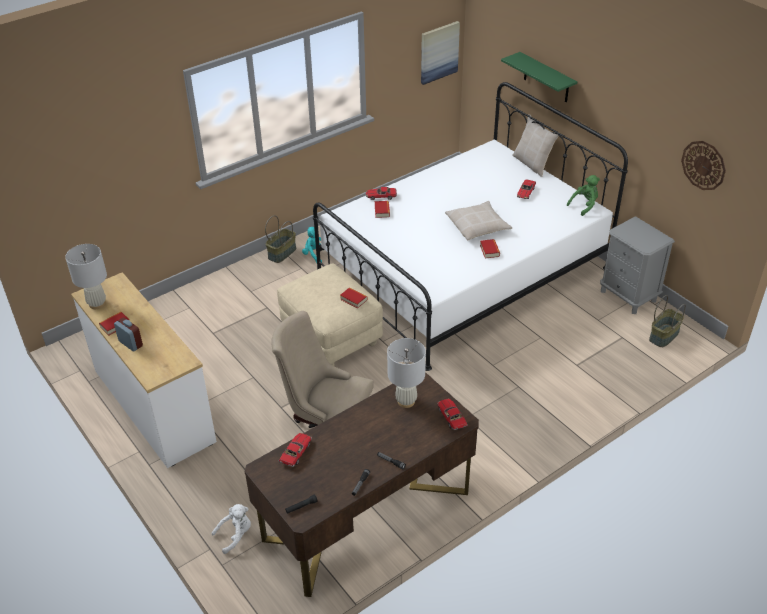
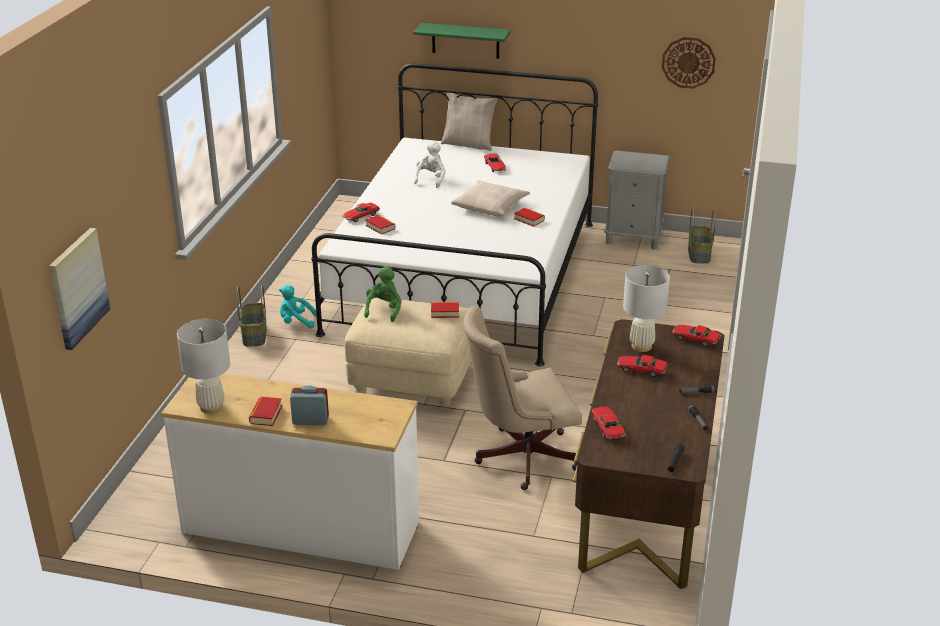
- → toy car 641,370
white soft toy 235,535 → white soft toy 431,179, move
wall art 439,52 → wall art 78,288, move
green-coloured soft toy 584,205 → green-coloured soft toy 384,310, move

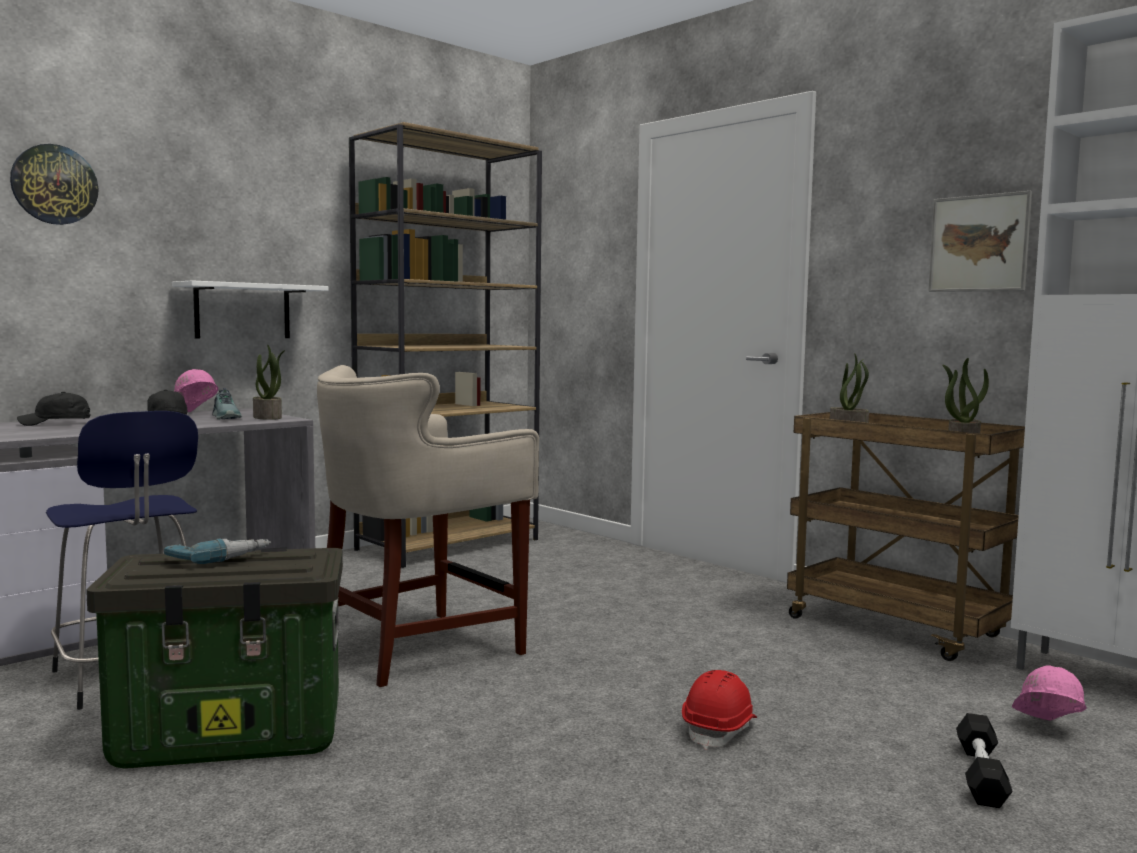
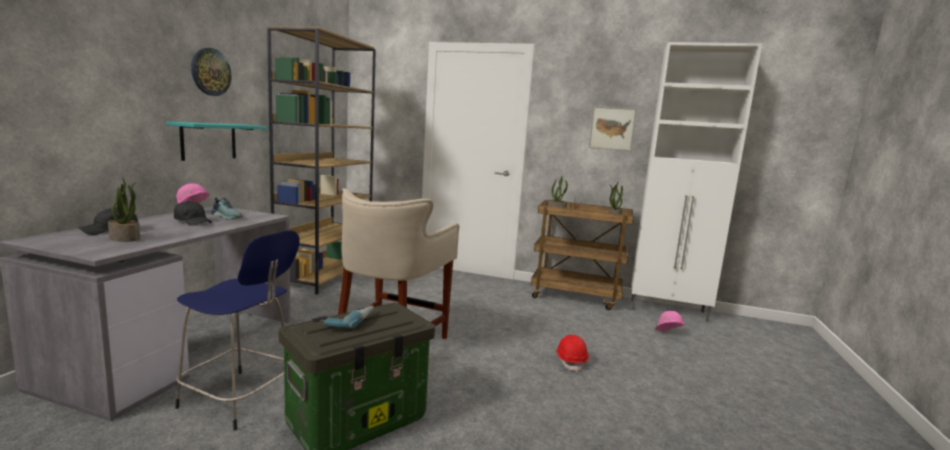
black dumbbell 981,775 → -
hanging clock 54,184 → hanging clock 210,72, move
plant in a pot 268,417 → plant in a pot 125,238, move
white bracket shelf 242,311 → turquoise-coloured bracket shelf 209,141

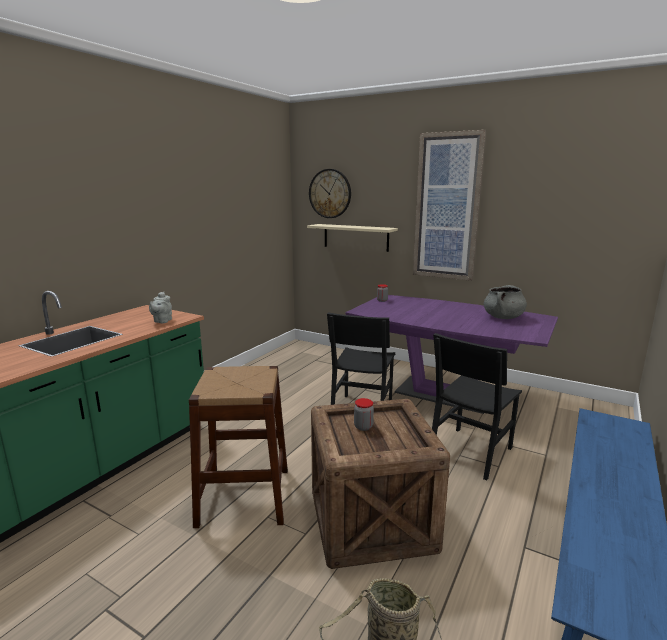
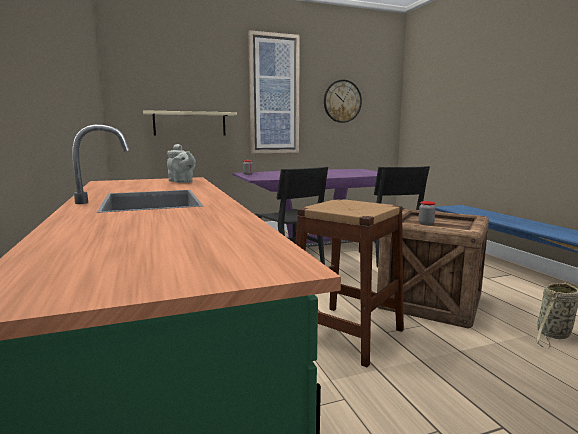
greyish stockpot 503,317 → -
hanging clock 330,193 → hanging clock 342,101, move

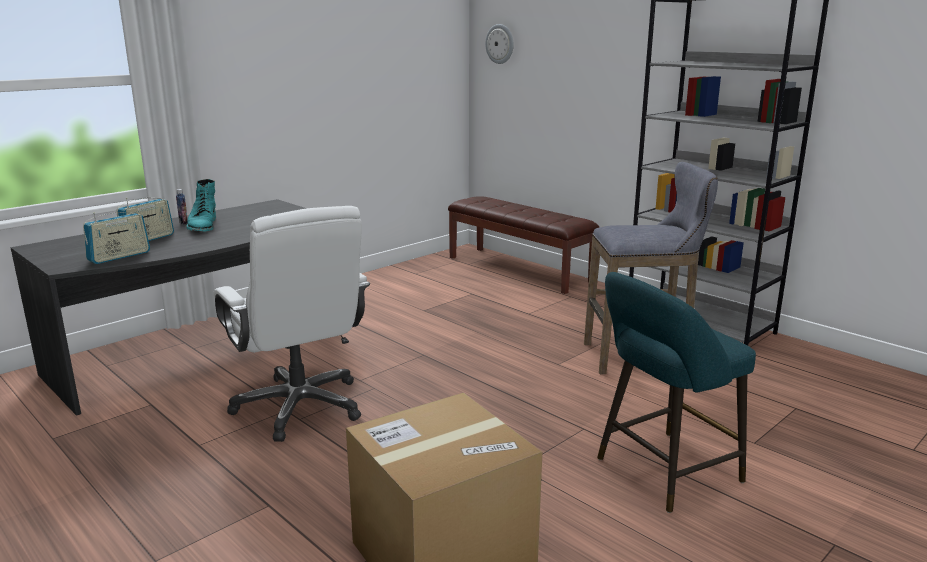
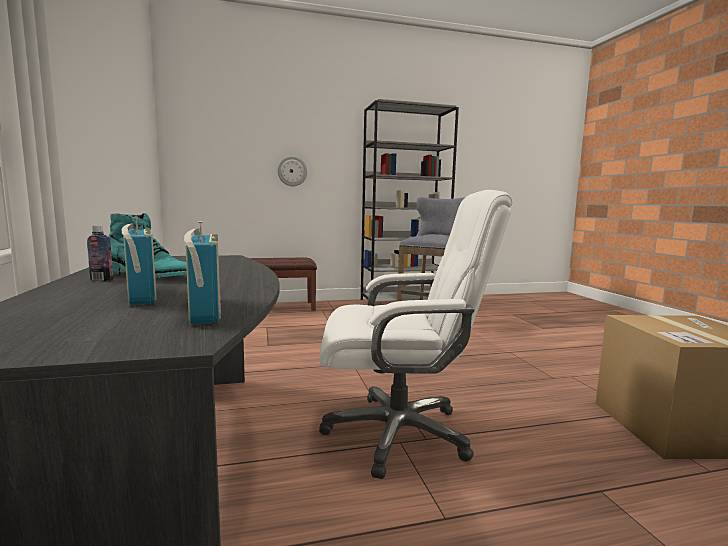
turquoise-coloured stool 662,473 → -
hanging clock 500,44 → hanging clock 292,171, move

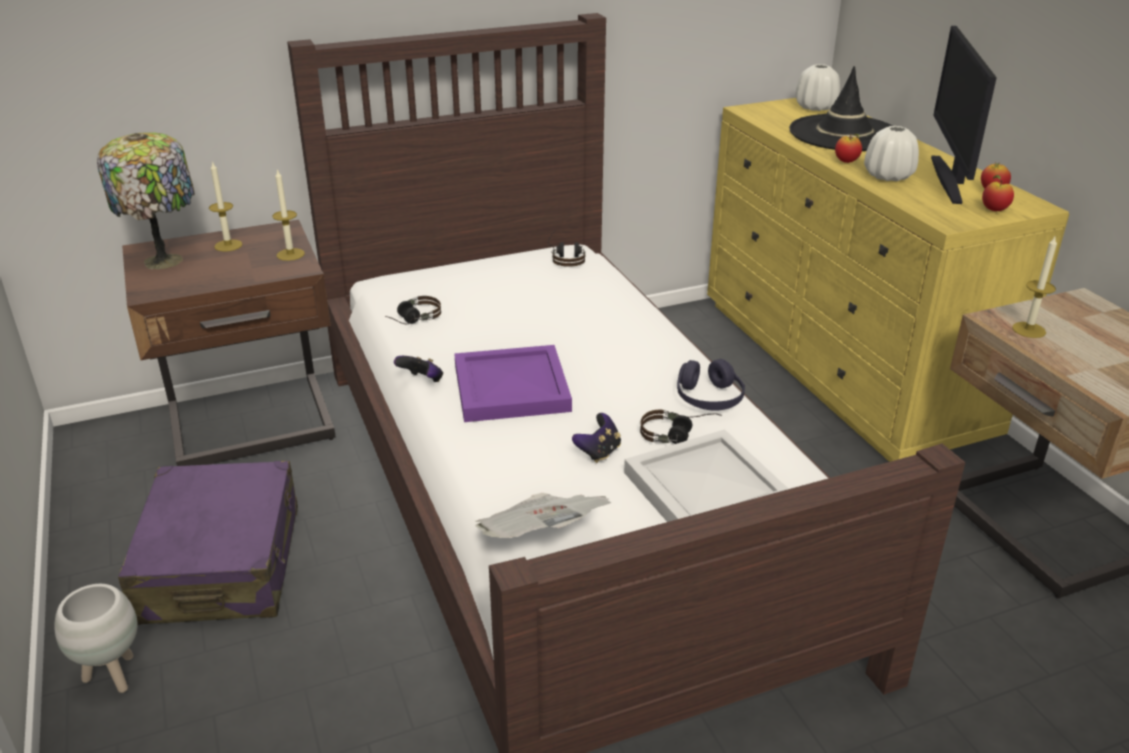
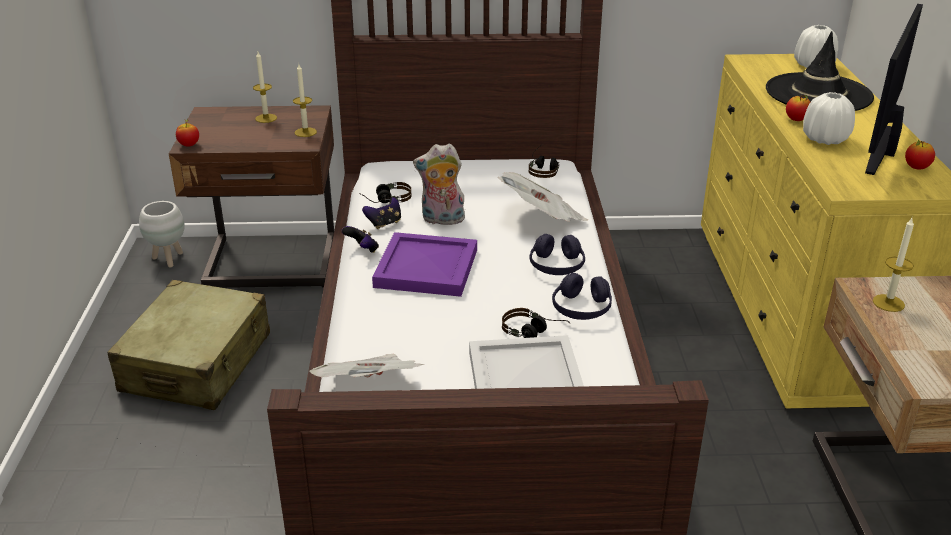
lamp for a table 166,259 → -
- → soft toy 442,220
- → daily paper 542,219
- → purple pair of headphones 556,266
white flower pot 113,675 → white flower pot 168,259, move
game controller 598,452 → game controller 384,224, move
apple fruit 994,210 → apple fruit 189,145, move
purple travel case 222,564 → beige travel case 197,363

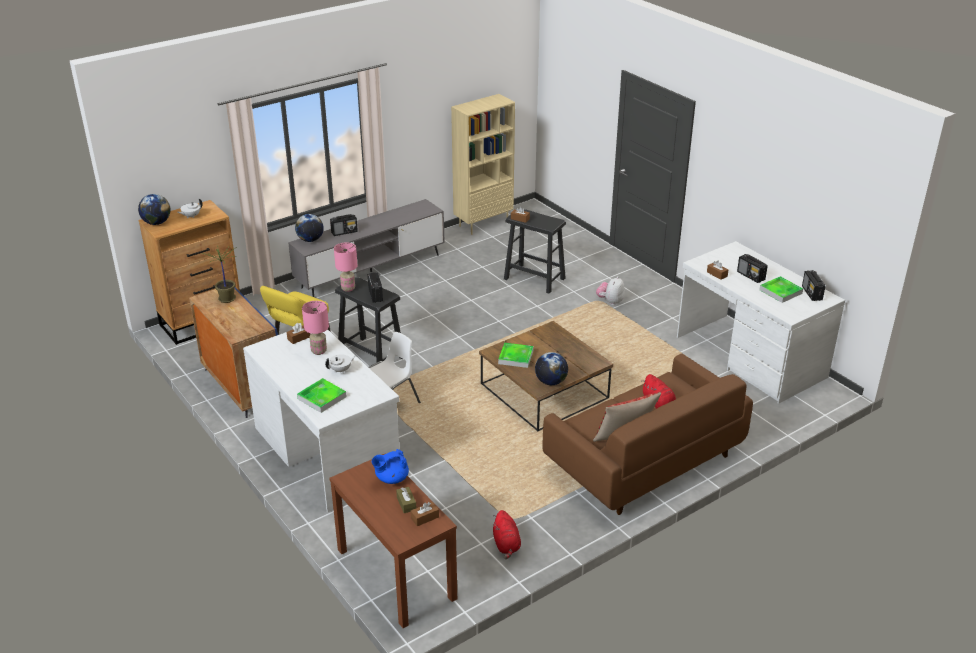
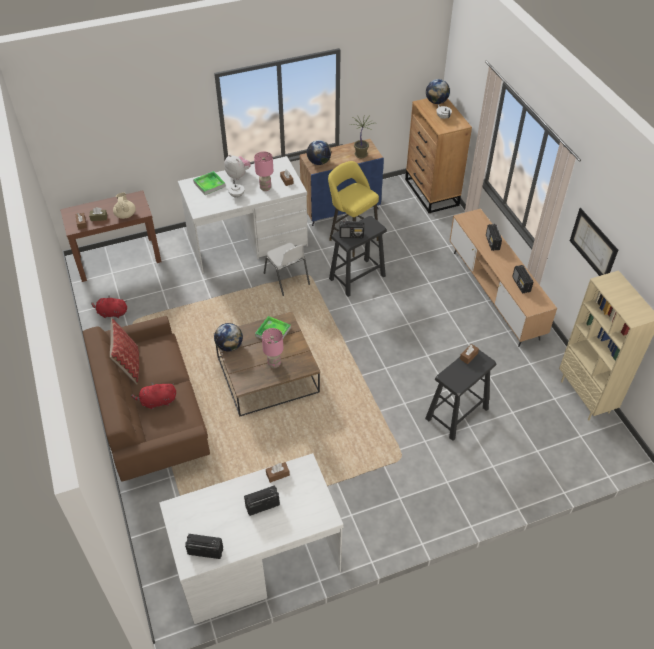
serving tray 780,291 → -
- → radio 521,284
- → wall art 593,245
desk globe 310,240 → desk globe 319,162, move
pink lamp for a table 348,288 → pink lamp for a table 274,364, move
soft toy 610,301 → soft toy 238,175, move
greyish tv stand 371,271 → brownish tv stand 494,294
bluish teapot 391,478 → beige teapot 125,214

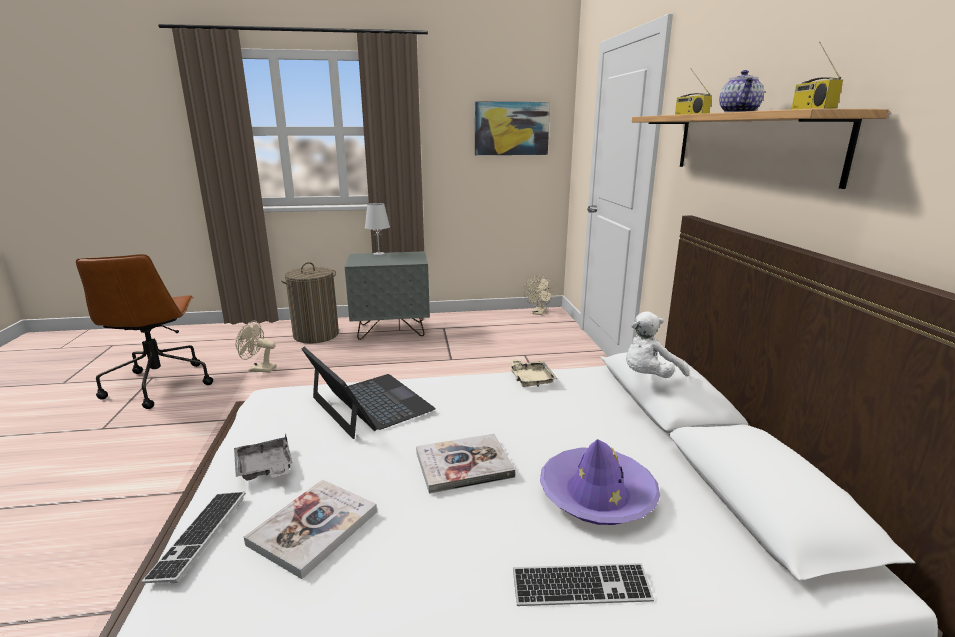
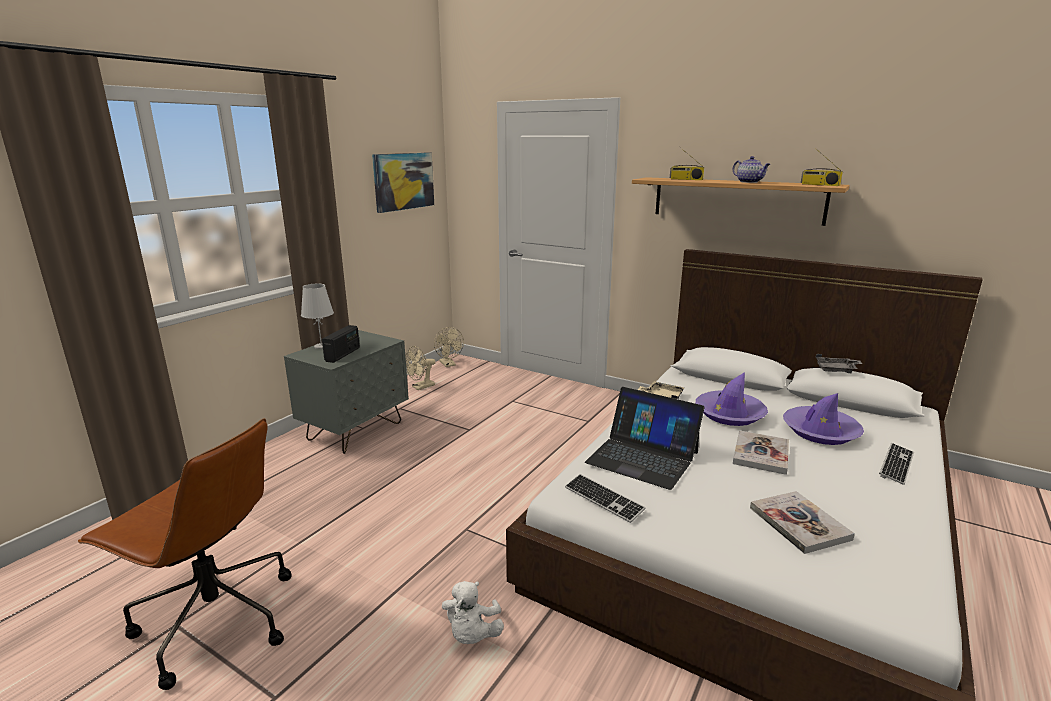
hamper 316,335 → -
- → radio 343,354
- → purple wearable hat 729,414
keyboard 199,536 → keyboard 603,499, move
greyish serving tray 265,468 → greyish serving tray 836,370, move
beige fan 258,369 → beige fan 420,387, move
white soft toy 649,377 → white soft toy 472,634, move
notebook computer 370,404 → notebook computer 642,457, 150 degrees counterclockwise

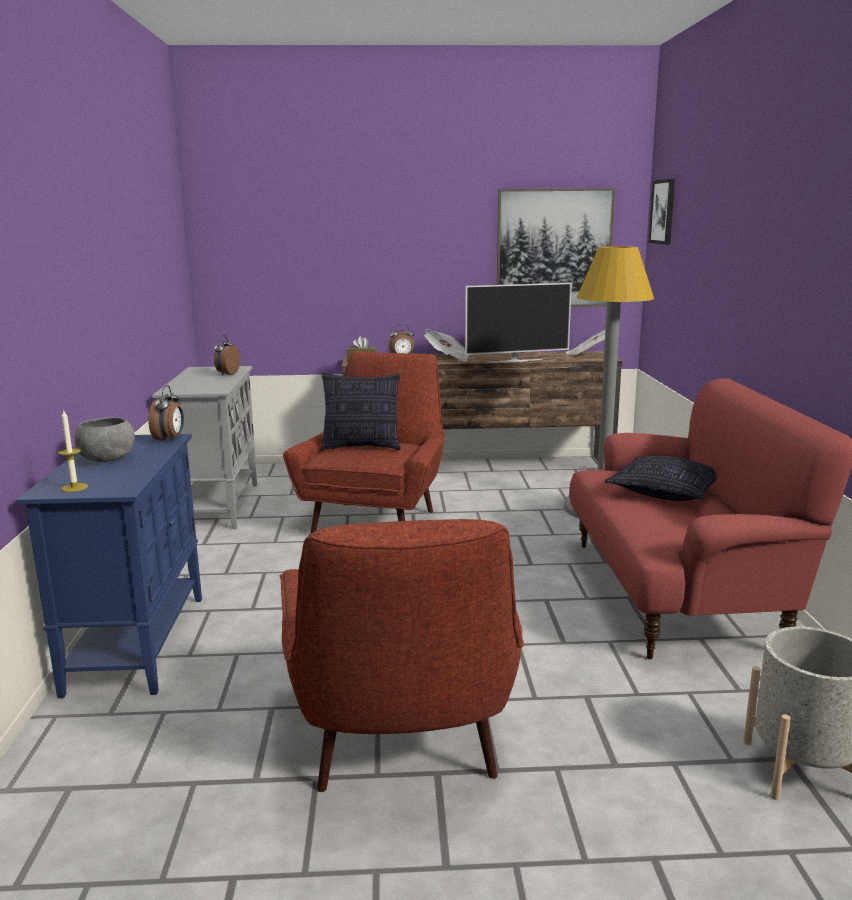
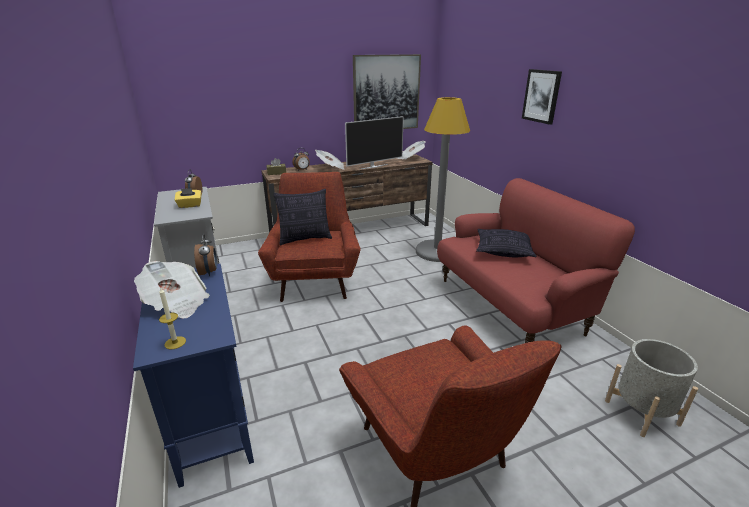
- → yellowish tissue holder 190,205
wall art 663,212 → wall art 541,96, move
greyish bowl 107,459 → daily paper 176,303

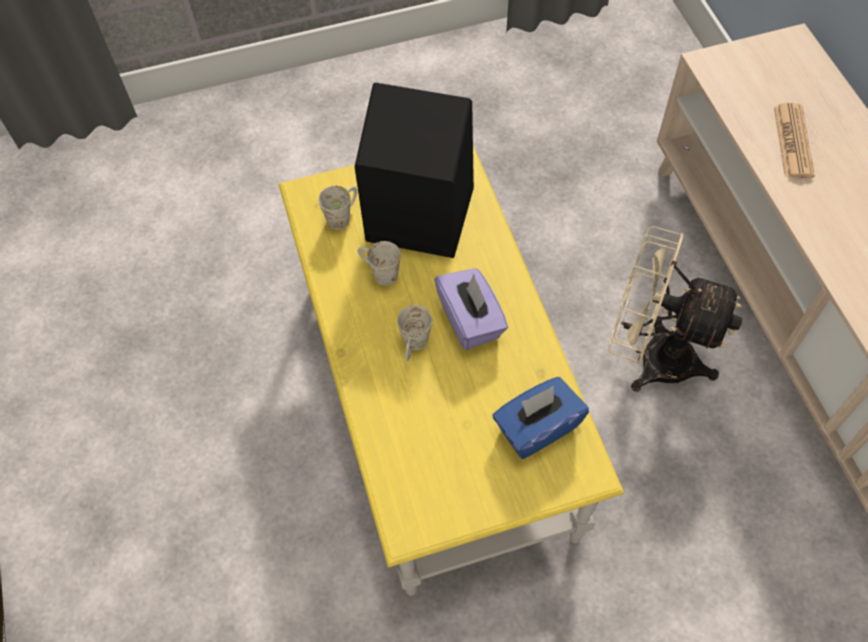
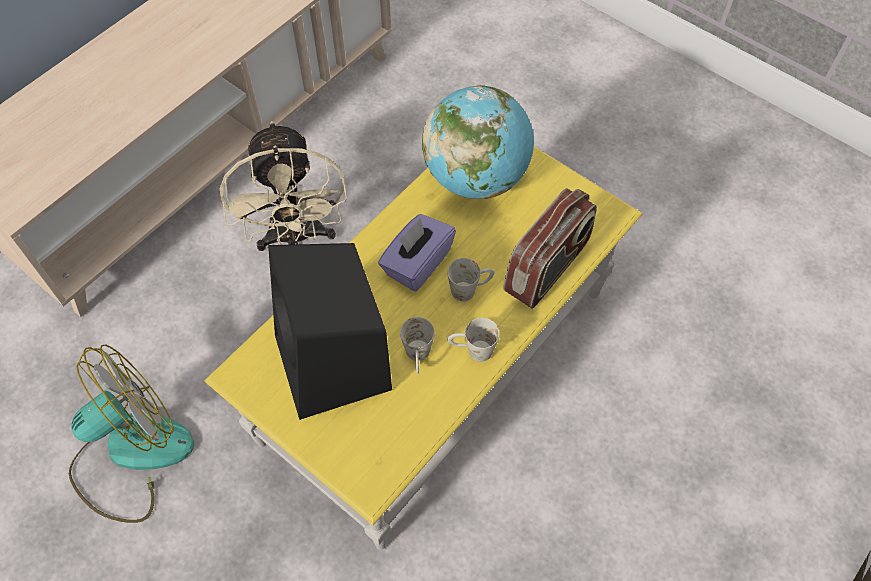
daily paper 793,141 → -
- → fan 131,454
- → radio 547,268
white tea mug 343,215 → white tea mug 472,350, move
bluish tissue holder 537,427 → desk globe 476,177

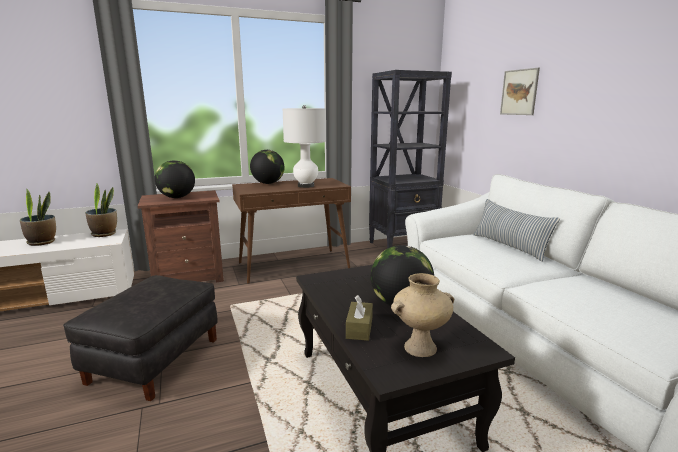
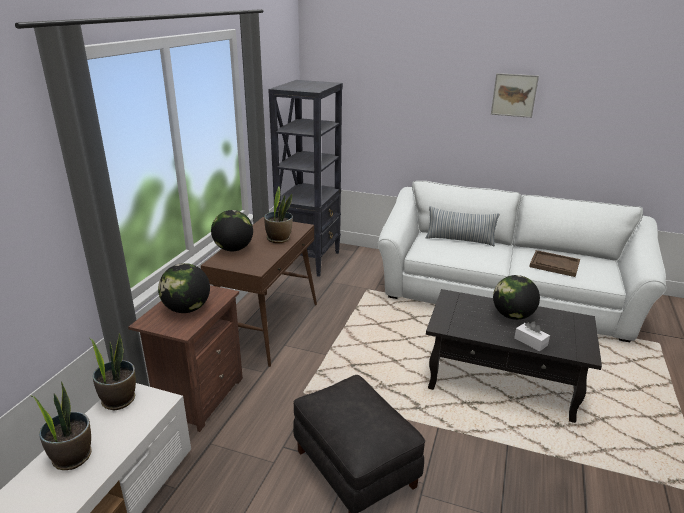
beige decorative vase 420,347 → -
- → brownish serving tray 554,265
wall art 519,92 → wall art 514,95, move
white lamp for a table 306,186 → plant in a pot 279,239
brownish tissue holder 359,328 → white tissue holder 530,342

